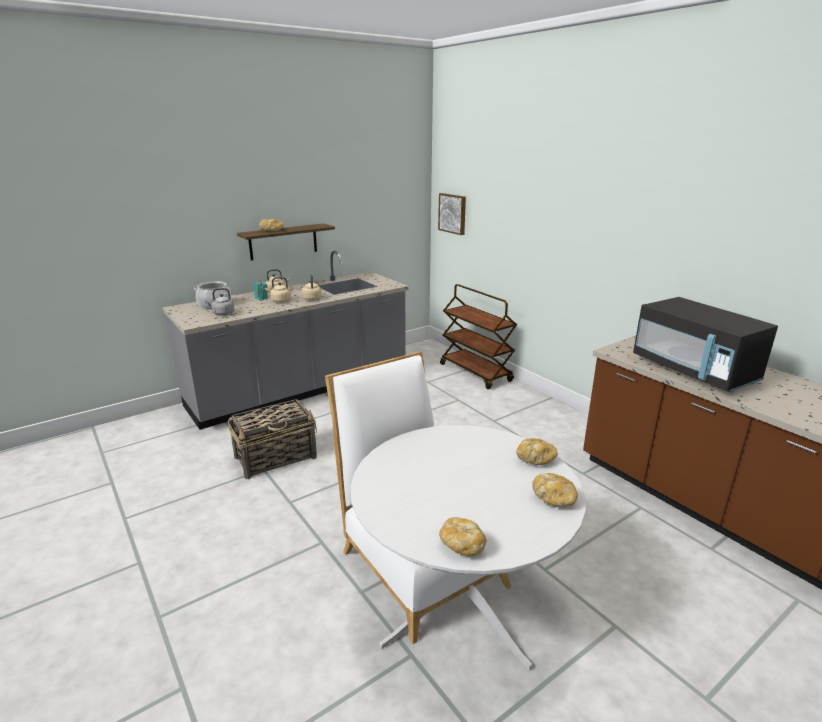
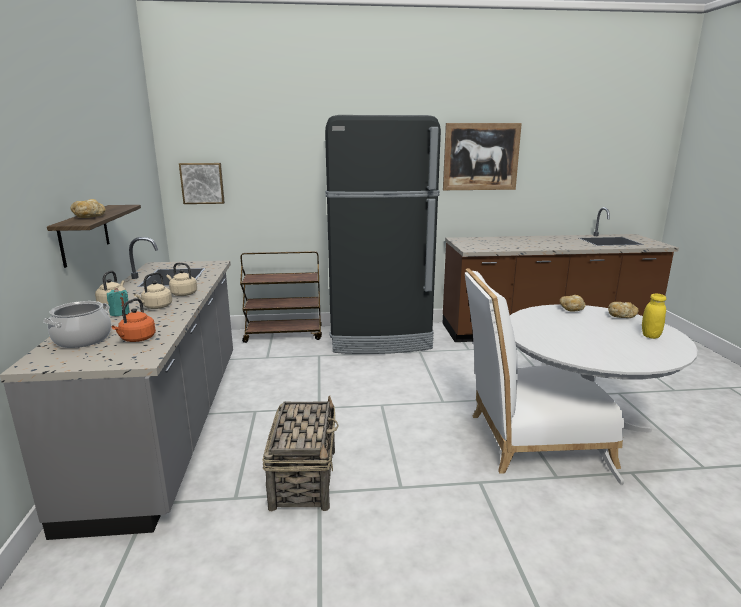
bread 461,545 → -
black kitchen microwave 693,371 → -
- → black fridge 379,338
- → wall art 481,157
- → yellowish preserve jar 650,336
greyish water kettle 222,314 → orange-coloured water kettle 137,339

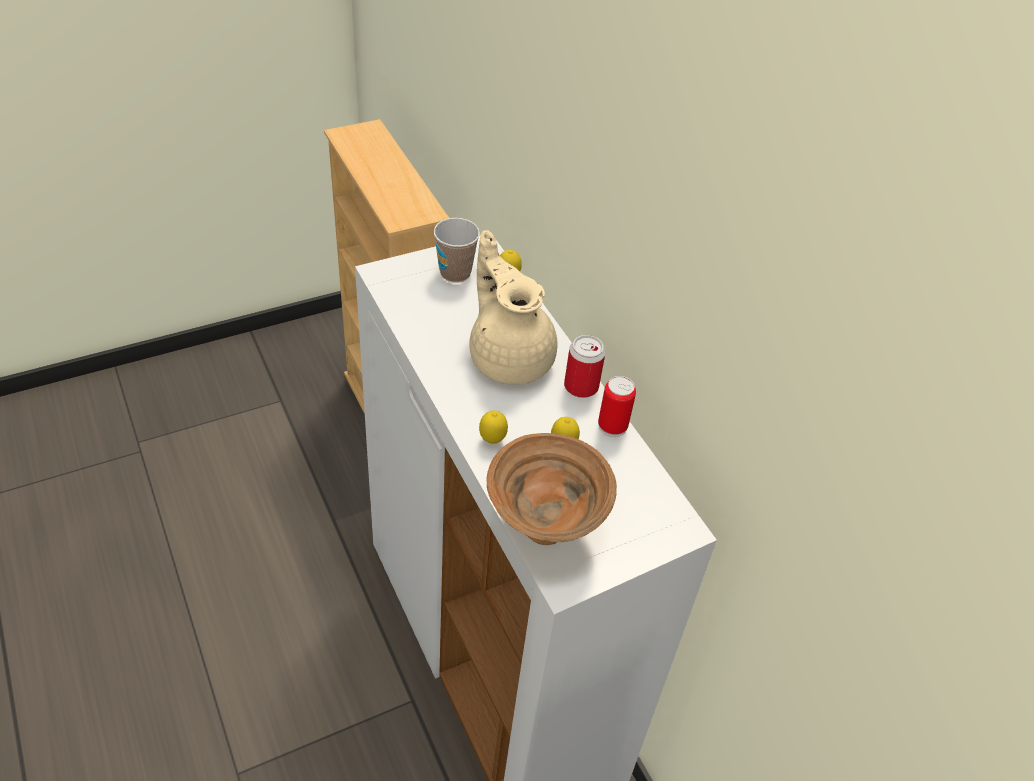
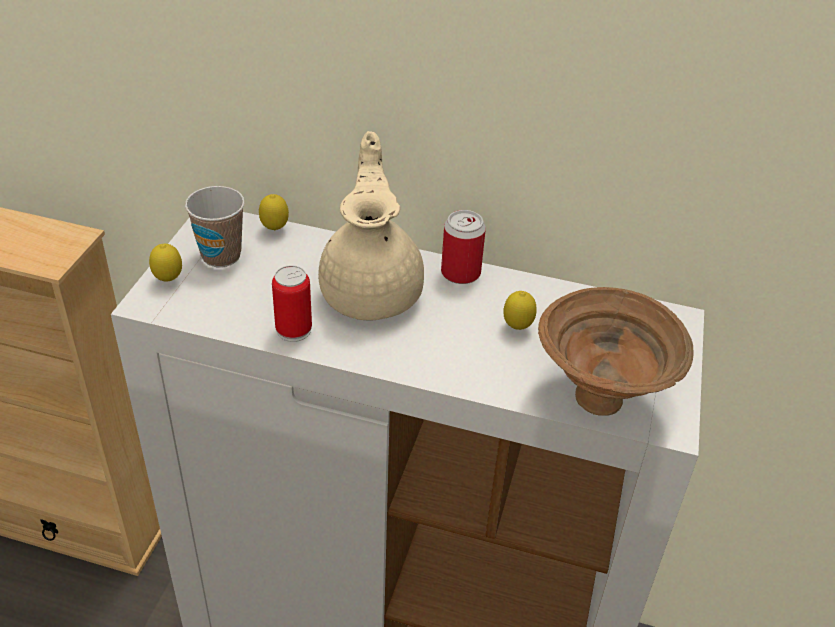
whole lemon 492,440 → whole lemon 168,280, move
metal can 612,426 → metal can 293,330, move
beige teapot 510,356 → beige teapot 372,290, 75 degrees clockwise

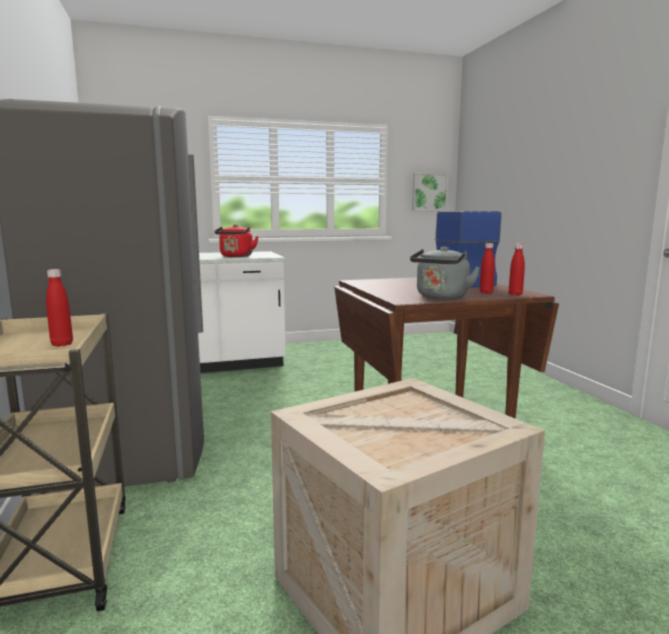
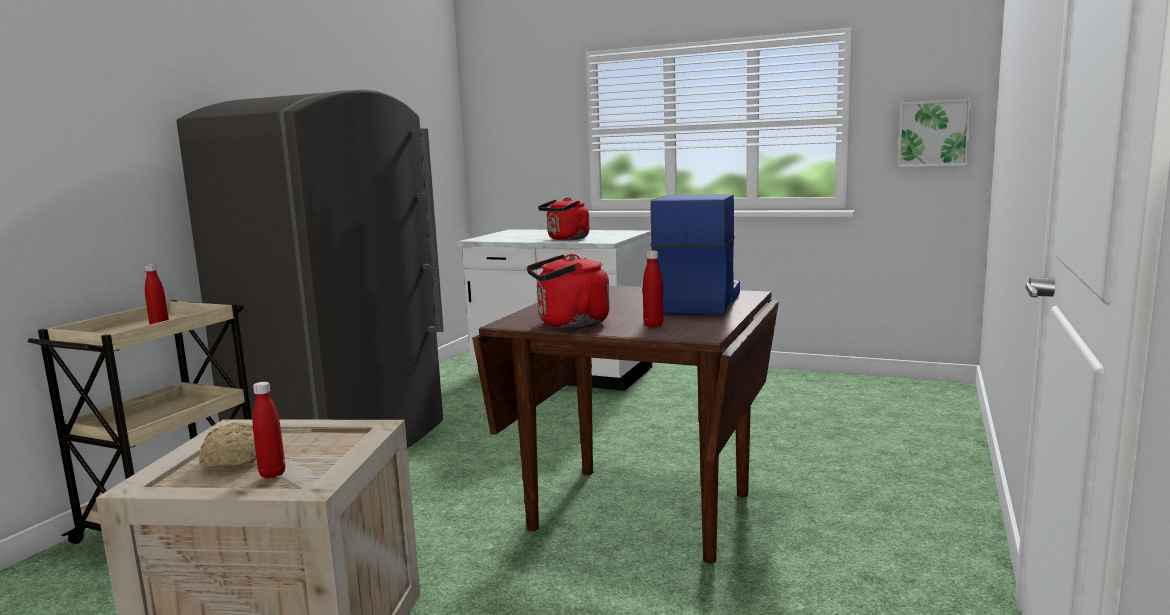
- → bread 237,458
reddish beverage bottle 515,294 → reddish beverage bottle 272,474, move
greyish water kettle 441,297 → reddish water kettle 569,324

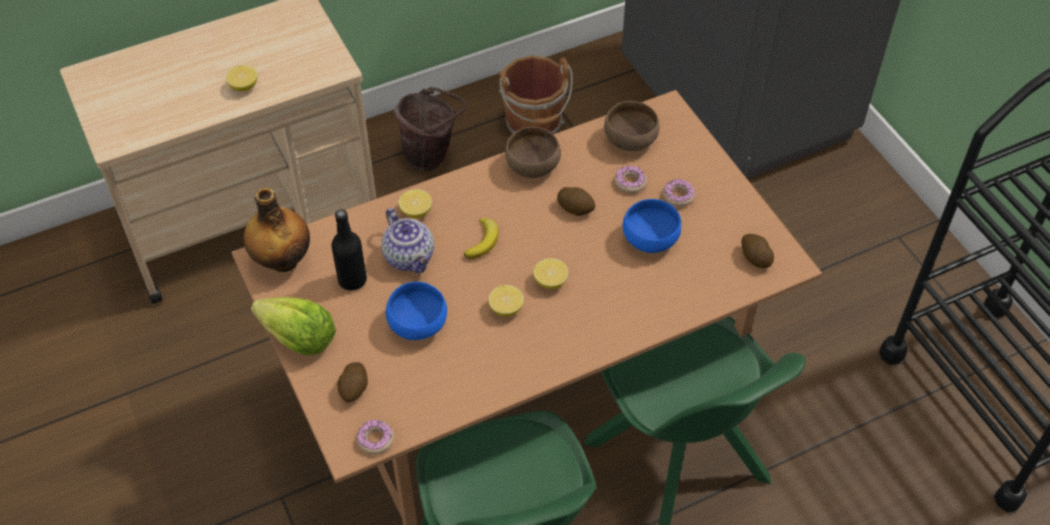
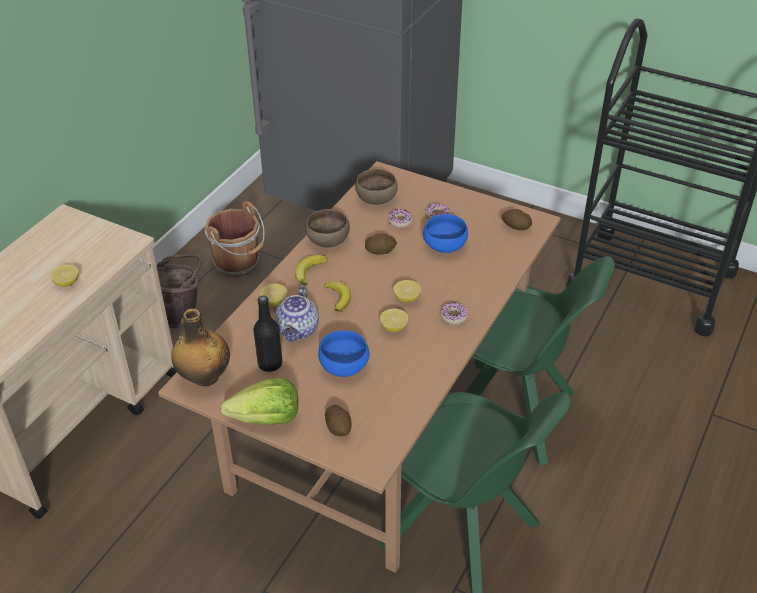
- → banana 309,271
doughnut 375,439 → doughnut 453,316, move
teapot 410,258 → teapot 298,330, 75 degrees clockwise

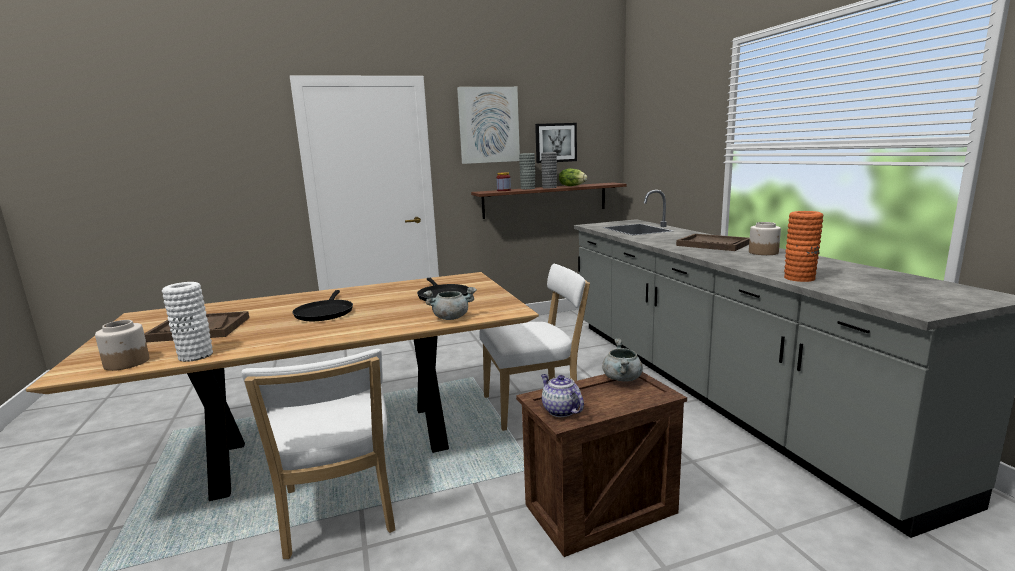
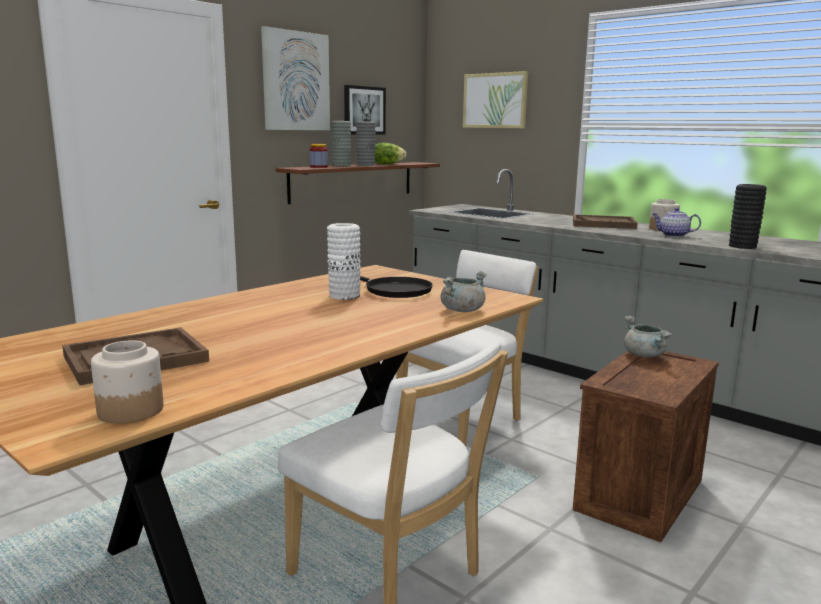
black frying pan 325,312 → -
- → wall art 495,100
white decorative vase 195,355 → white decorative vase 344,296, move
teapot 560,410 → teapot 673,235, move
orange-coloured decorative vase 799,278 → black decorative vase 742,246

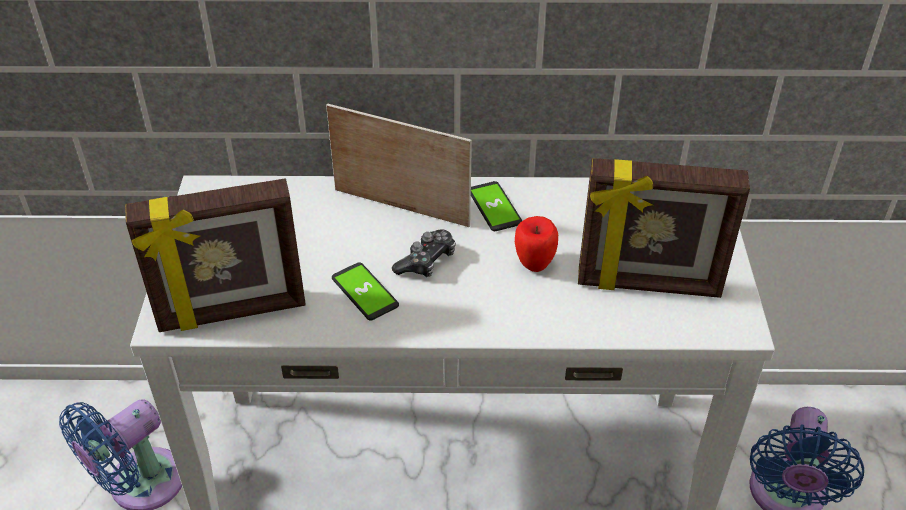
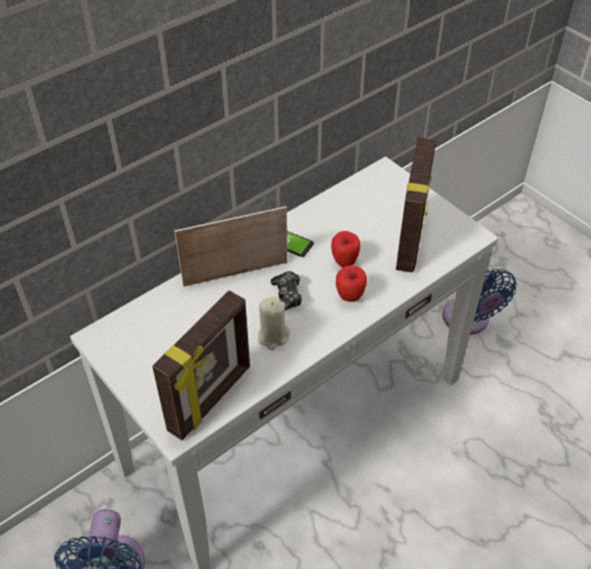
- → apple fruit 349,297
phone 365,292 → beige wax light 273,336
picture frame 648,285 → picture frame 411,239, 45 degrees counterclockwise

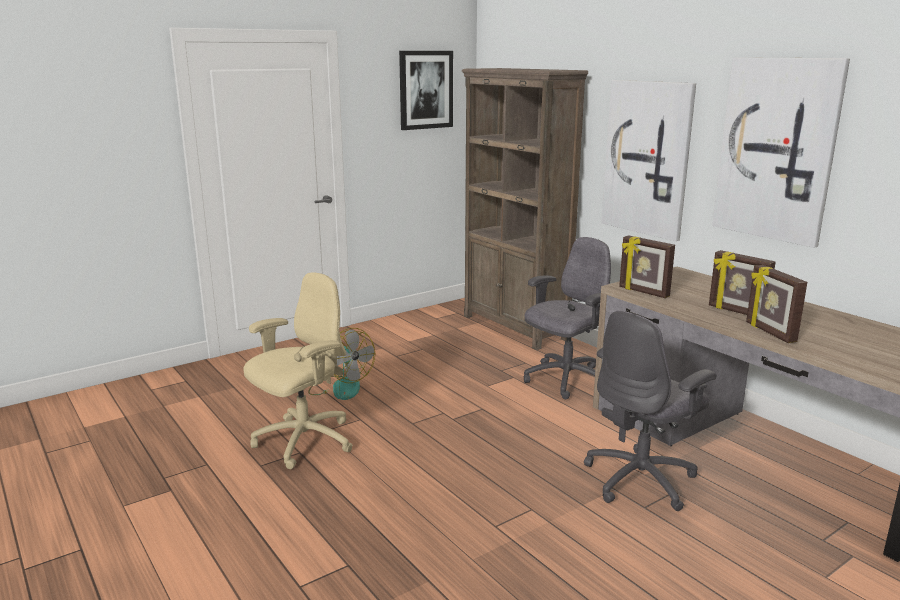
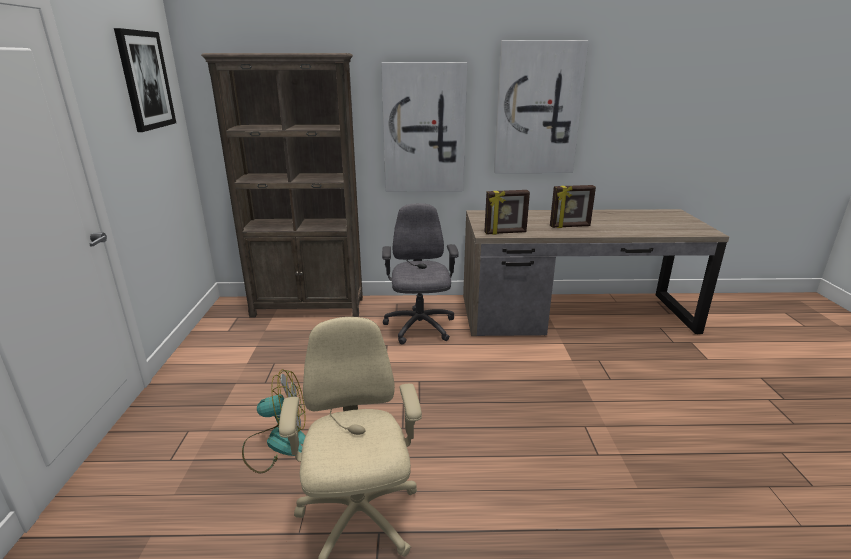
greyish desk chair 641,479 → -
picture frame 769,332 → -

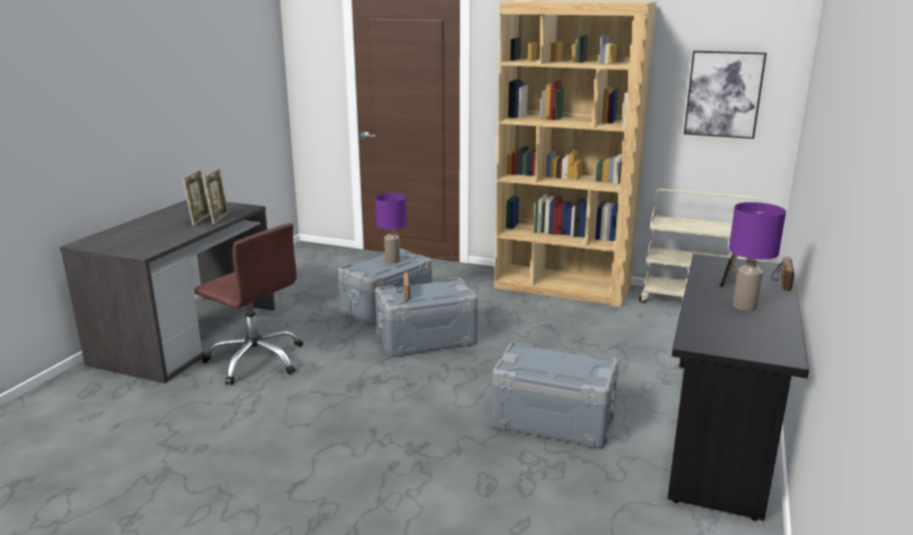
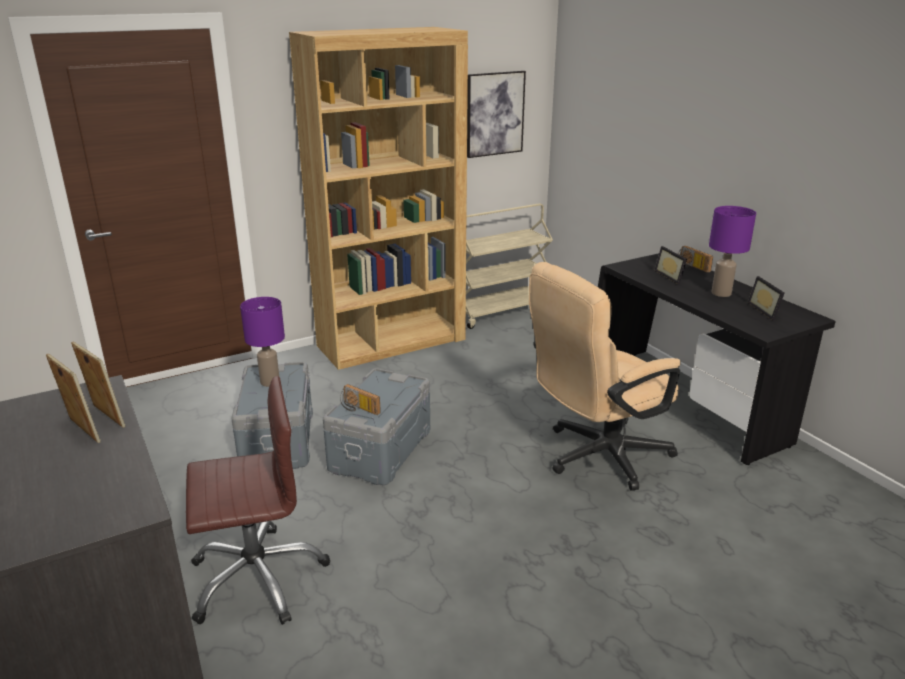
- → picture frame 767,310
greyish storage bin 553,420 → beige desk chair 596,457

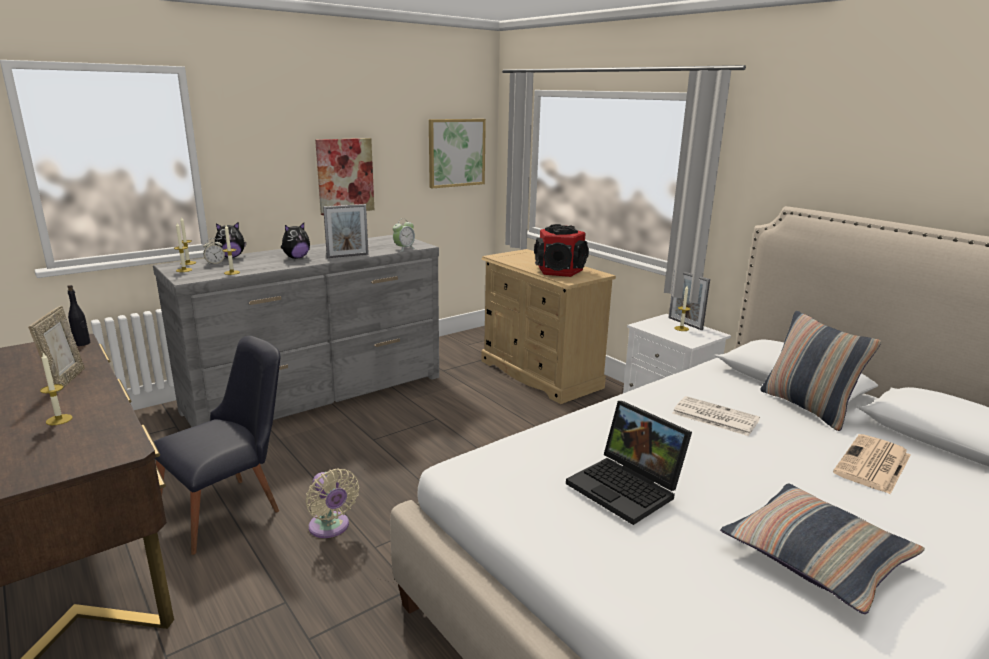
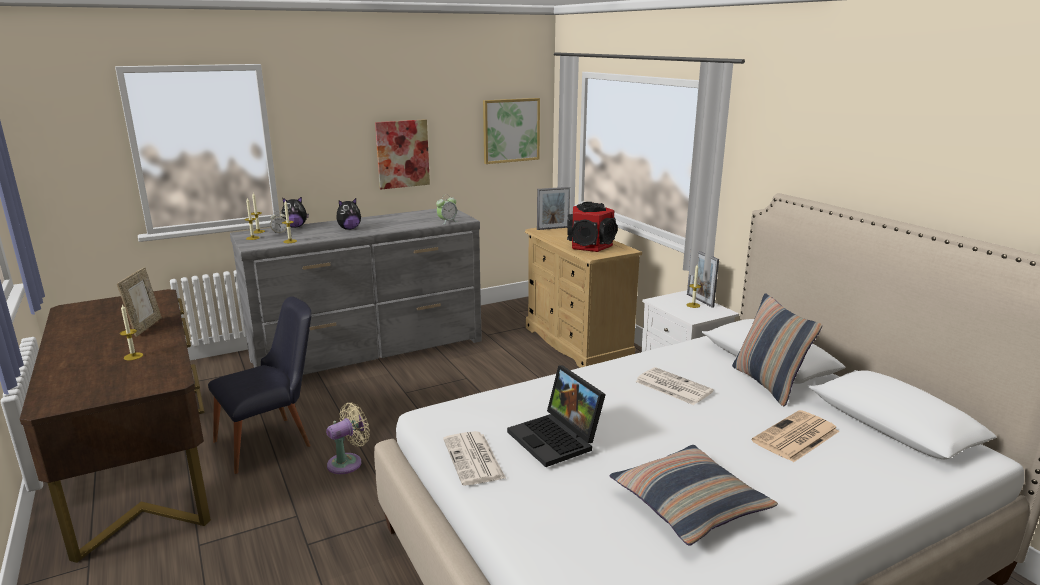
black beverage bottle 82,343 → -
- → daily paper 474,459
picture frame 348,256 → picture frame 553,228, move
beige fan 330,528 → beige fan 348,462, 105 degrees counterclockwise

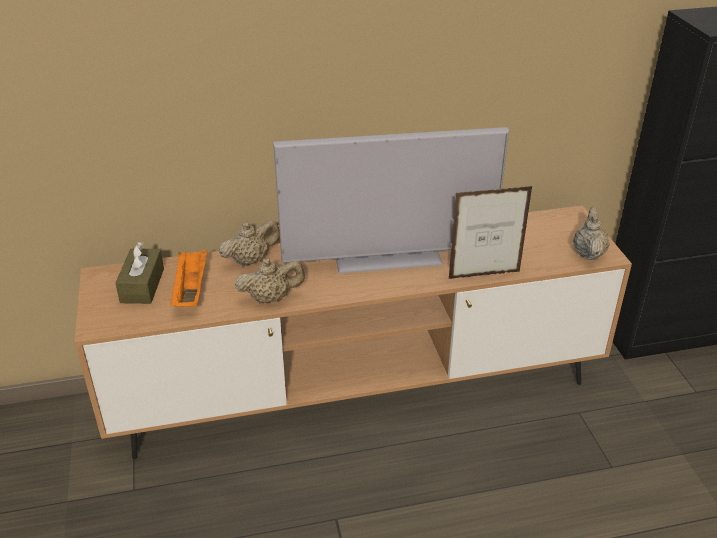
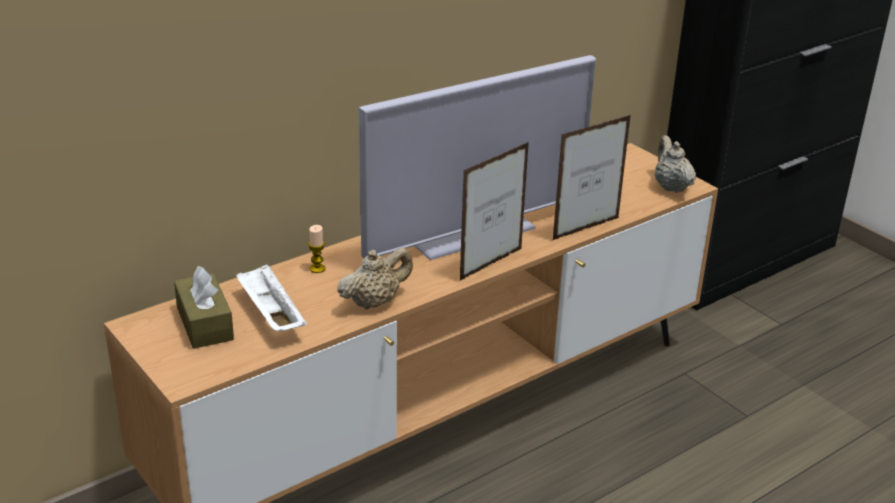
- → picture frame 491,264
beige teapot 251,260 → wax light 317,268
orange-coloured serving tray 190,290 → white serving tray 270,314

